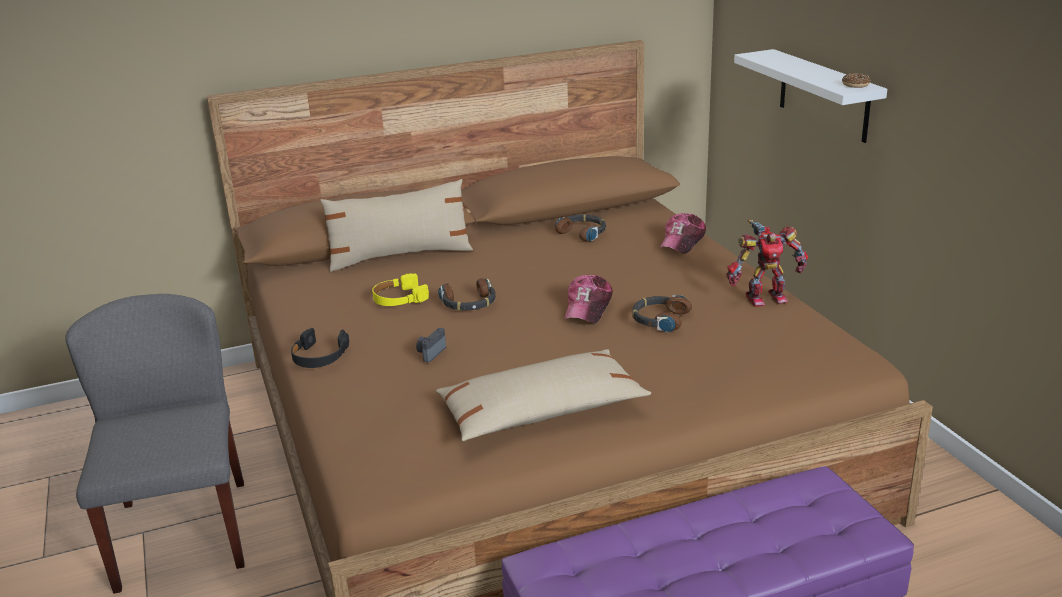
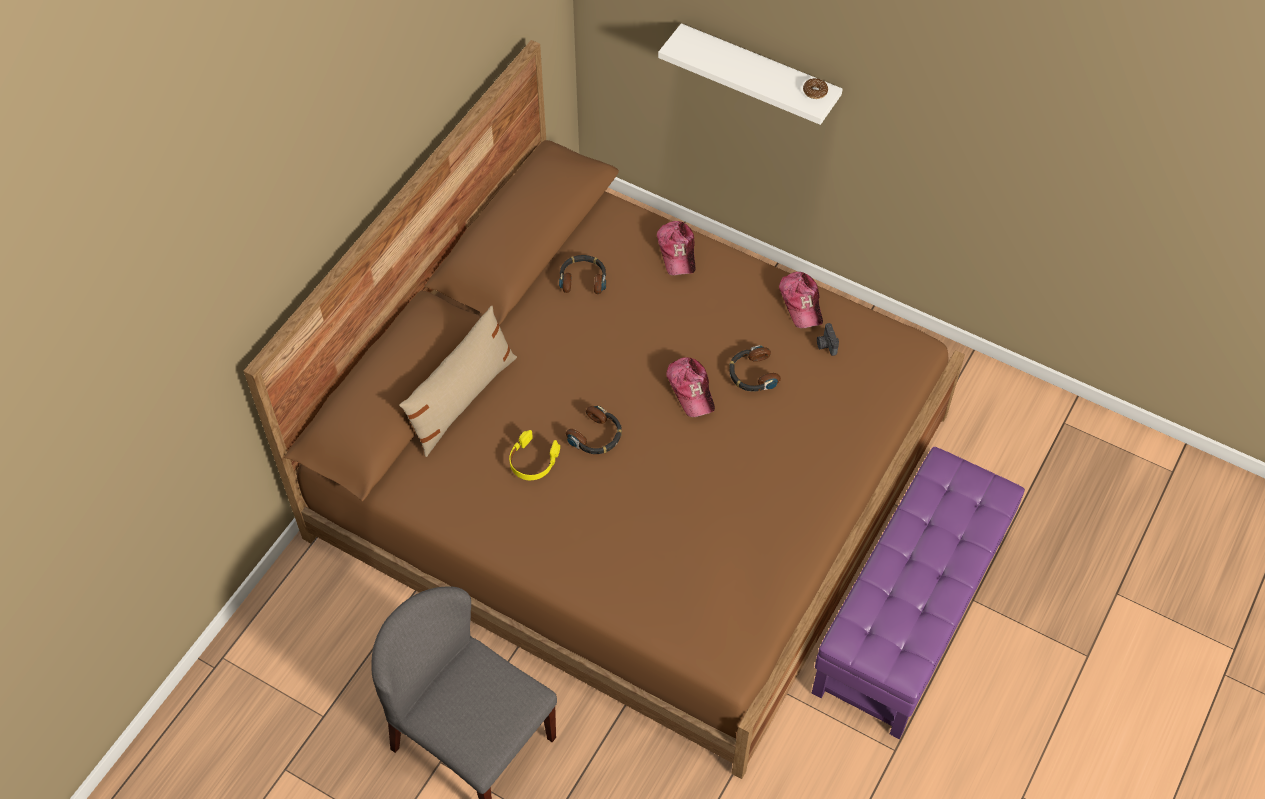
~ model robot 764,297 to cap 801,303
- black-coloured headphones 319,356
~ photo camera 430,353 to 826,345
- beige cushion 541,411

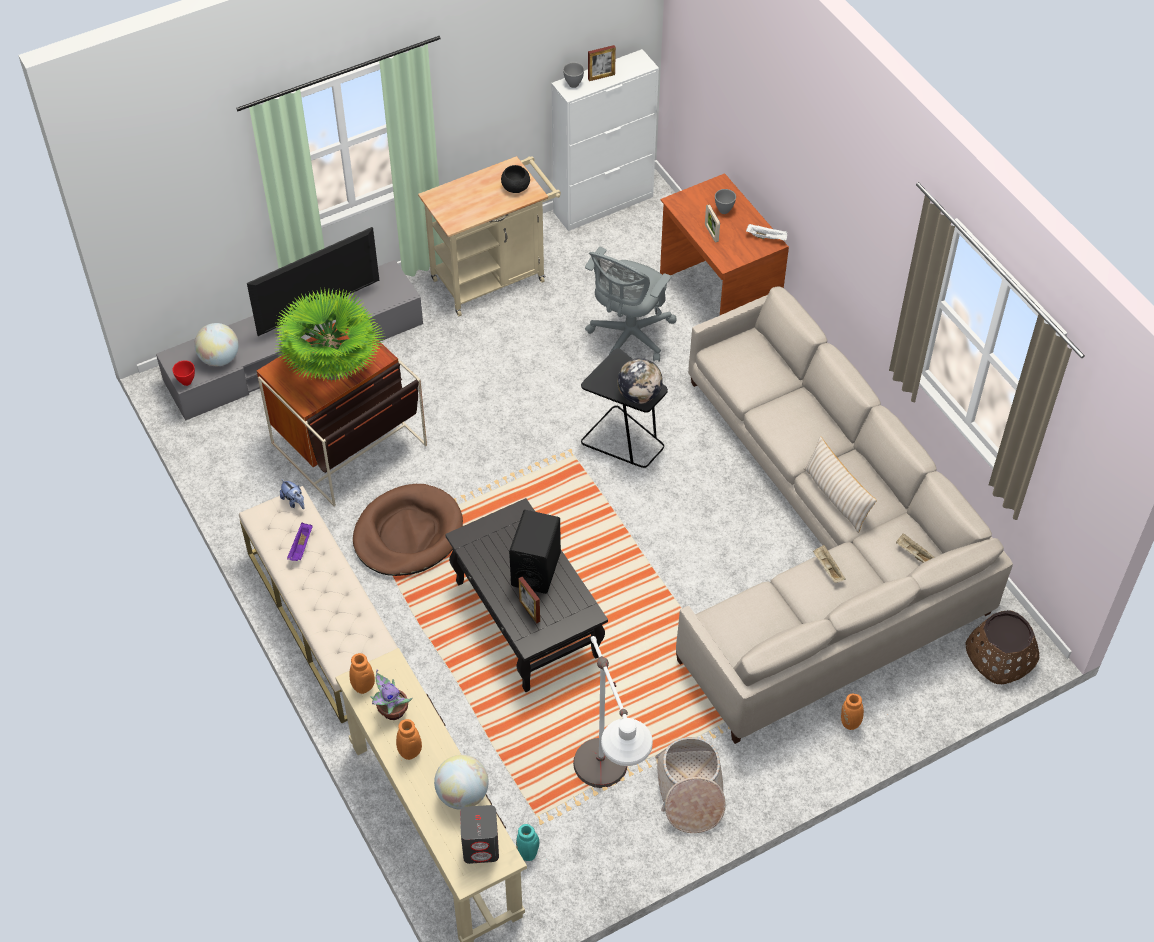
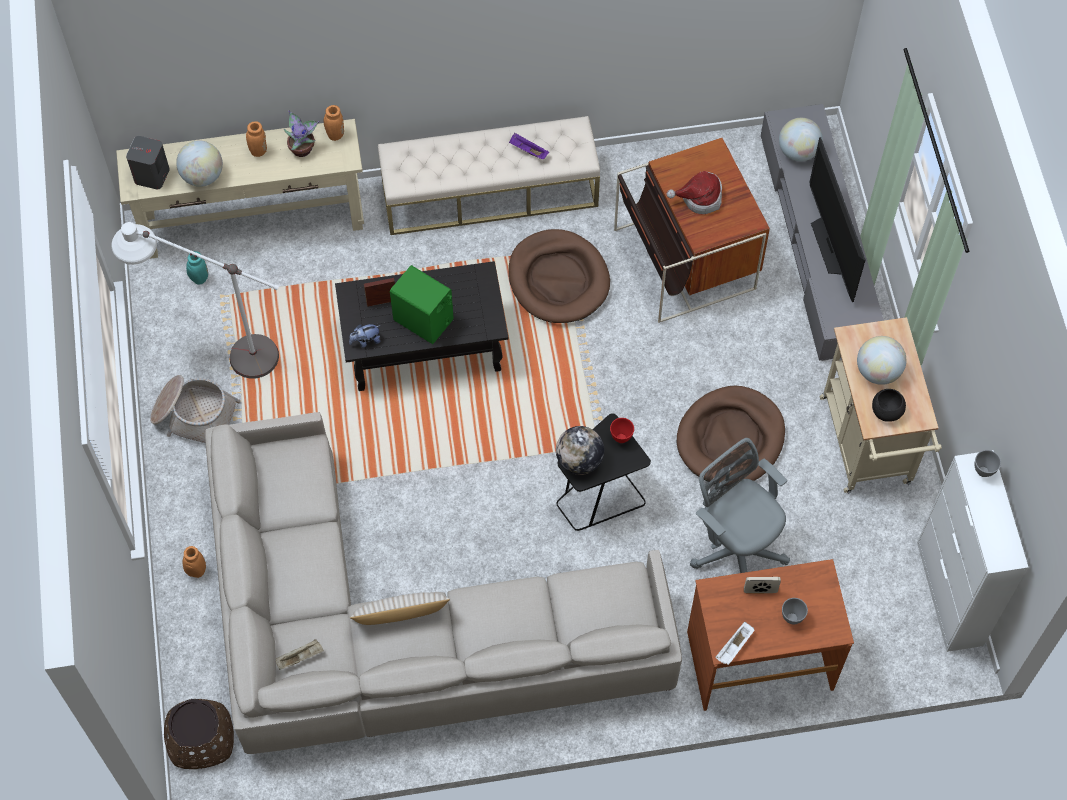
- photo frame 601,77
~ houseplant 334,369 to clothing hat 699,198
~ red bowl 186,381 to 621,437
~ plush toy 294,501 to 365,341
~ black-coloured audio speaker 536,569 to green audio speaker 423,320
- beige tray 827,568
+ desk globe 878,371
+ brown dog bed 730,439

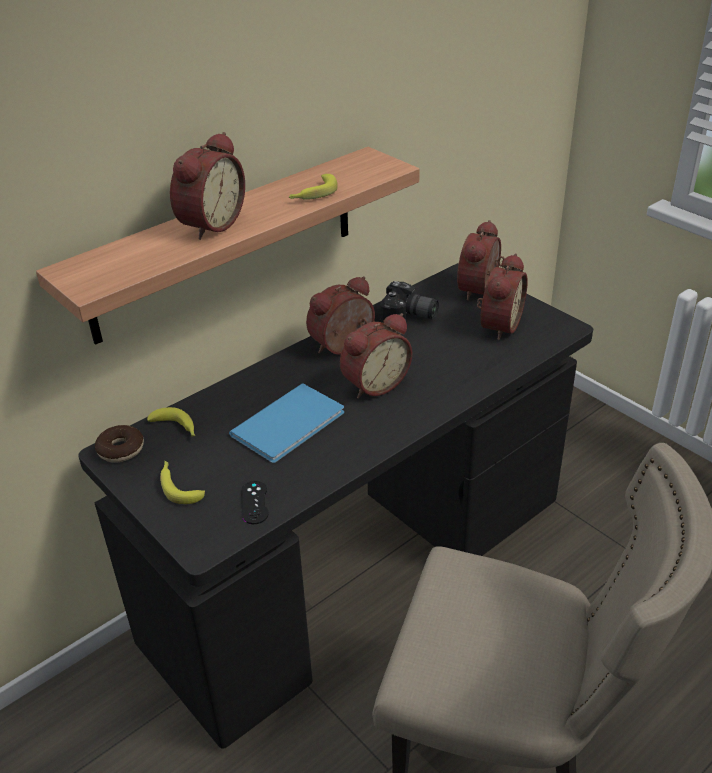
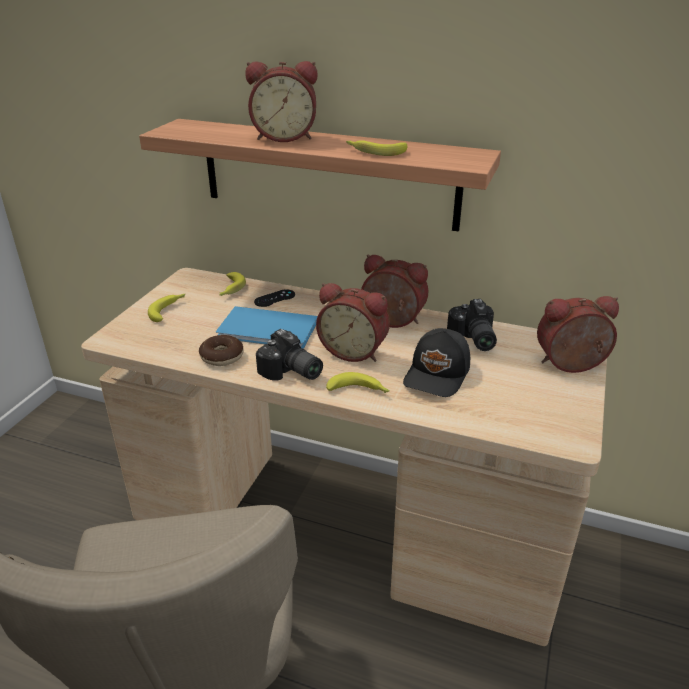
- alarm clock 497,325
~ black-coloured desk table 361,570 to beige desk table 345,528
~ doughnut 121,449 to 222,356
~ black-coloured gamepad 254,502 to 274,298
+ black-coloured cap 438,374
+ photo camera 291,373
+ banana fruit 359,391

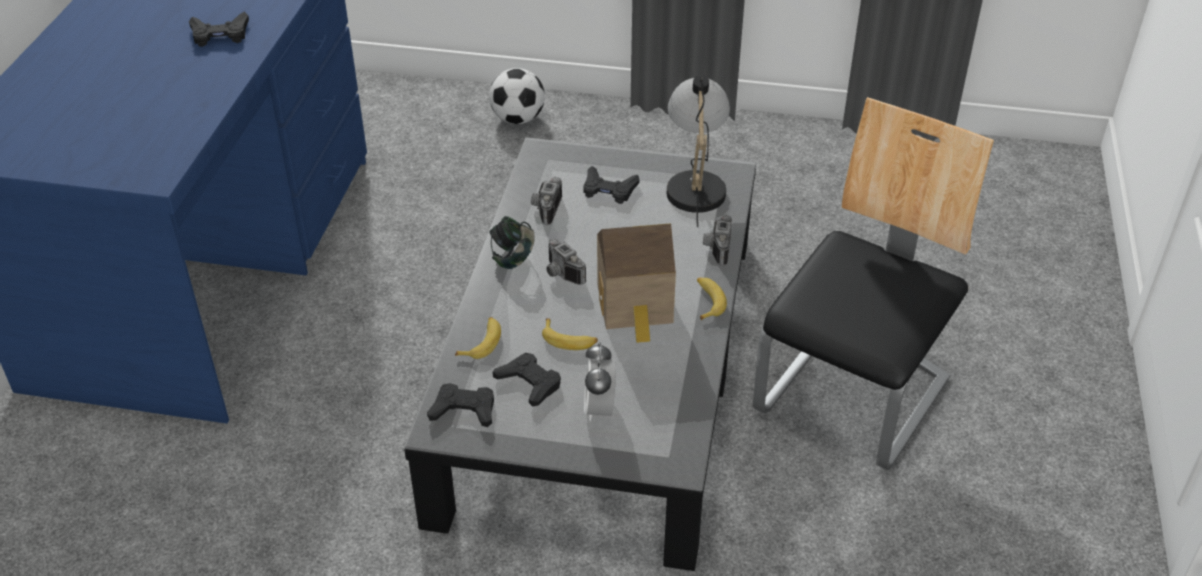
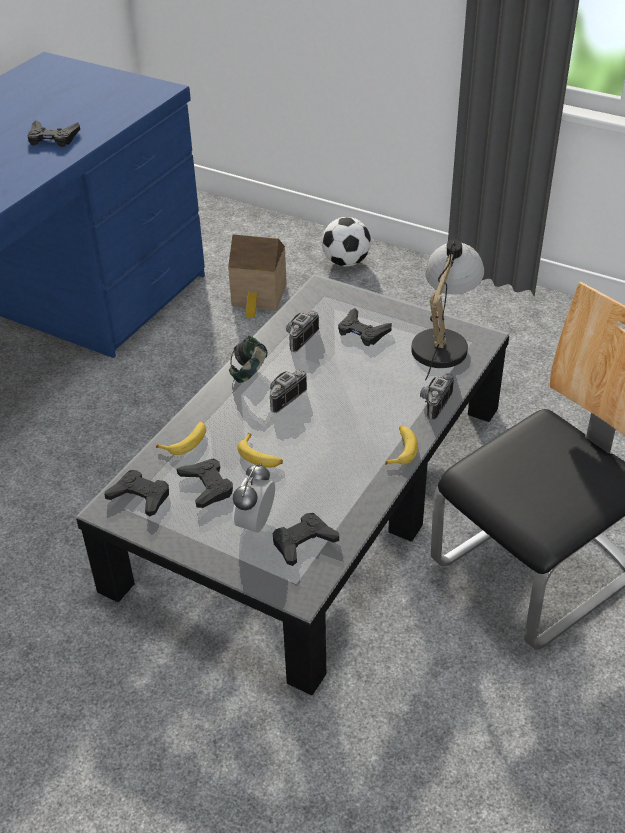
~ miniature house 636,306 to 259,297
~ photo camera 560,274 = 283,397 60 degrees clockwise
+ black-coloured gamepad 303,542

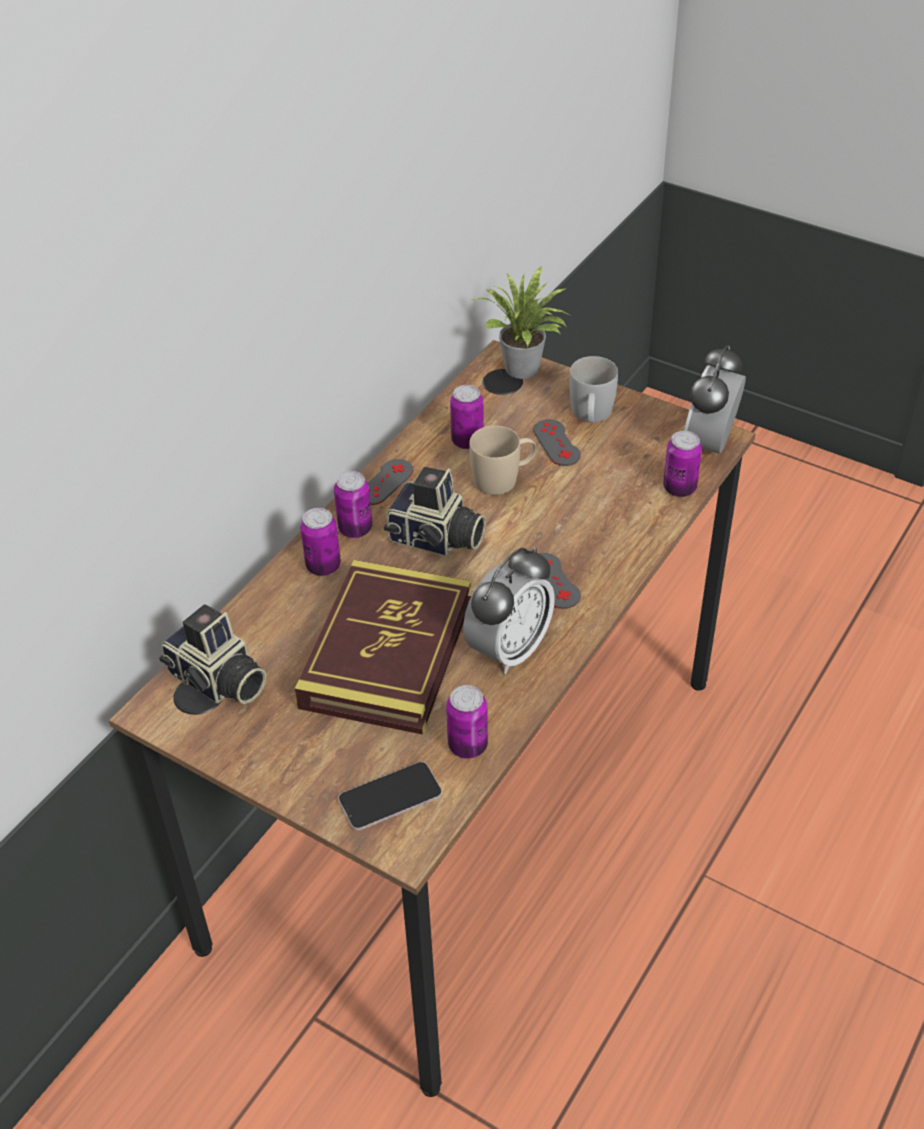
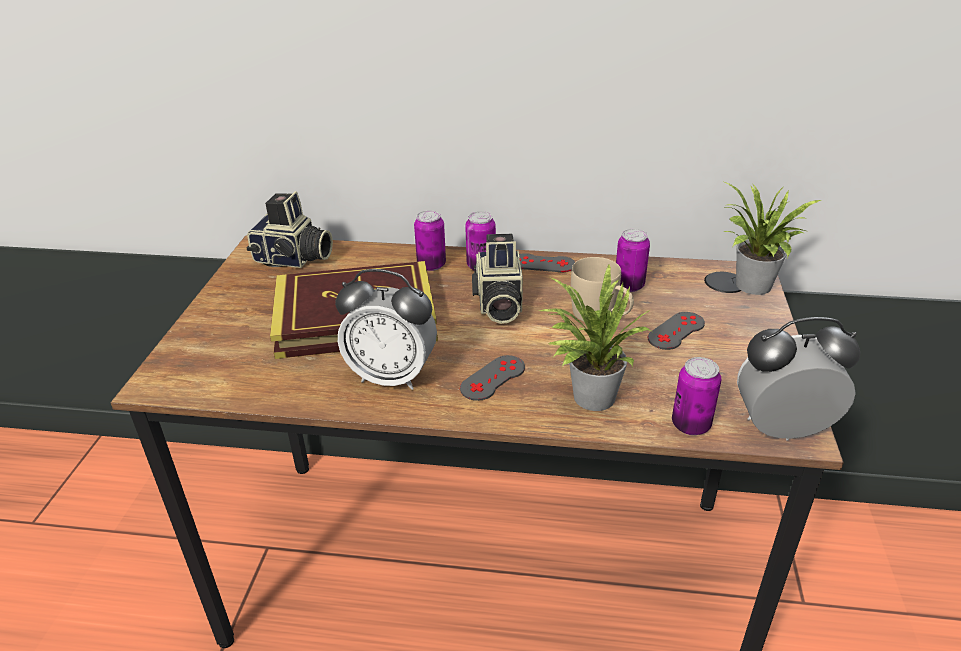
- white-coloured tea mug 591,416
~ photo camera 217,681 = 293,259 90 degrees counterclockwise
- can 467,746
- telephone 390,797
+ houseplant 588,397

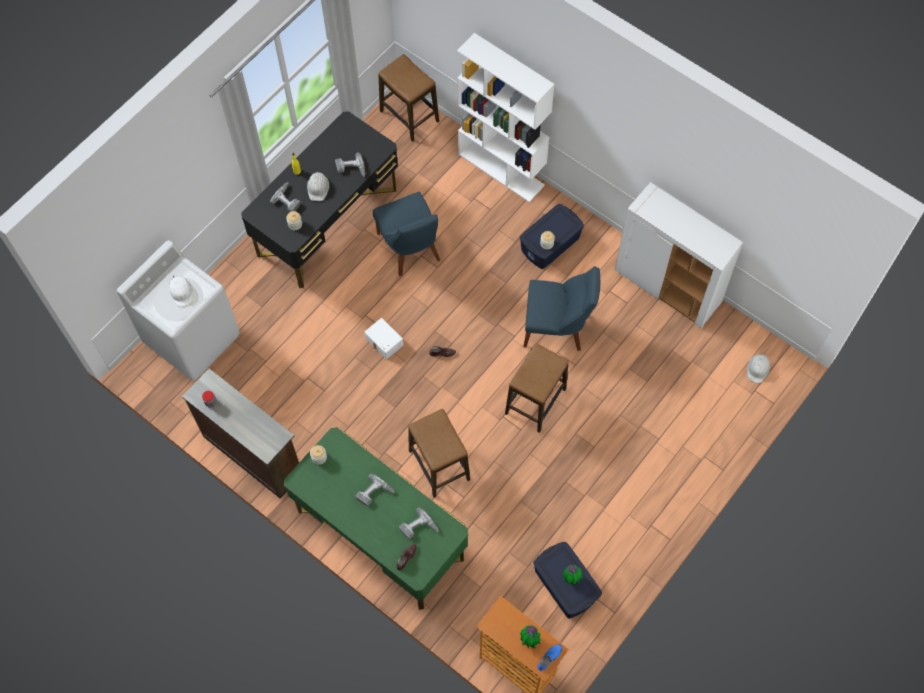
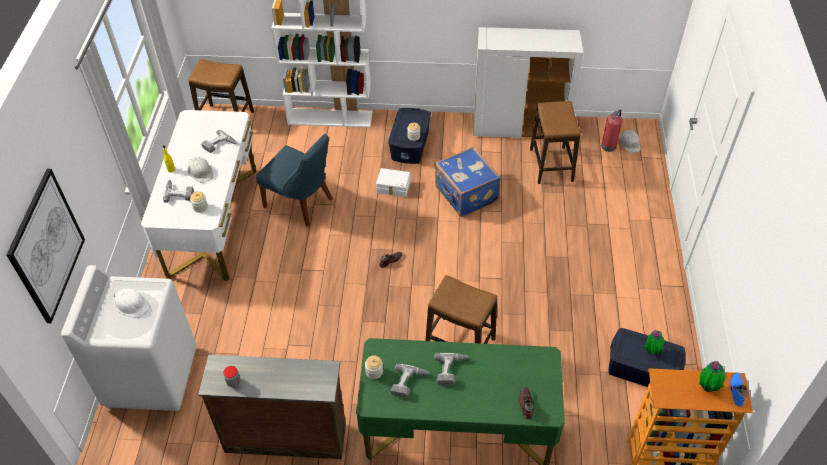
~ black-coloured desk table 327,222 to white-coloured desk table 213,221
~ bluish plain chair 557,328 to bluish piece of luggage 465,195
~ white-coloured storage box 383,342 to 393,188
~ stool seat 535,401 to 551,165
~ power drill 419,528 to 409,383
+ extinguisher 609,145
+ wall art 46,246

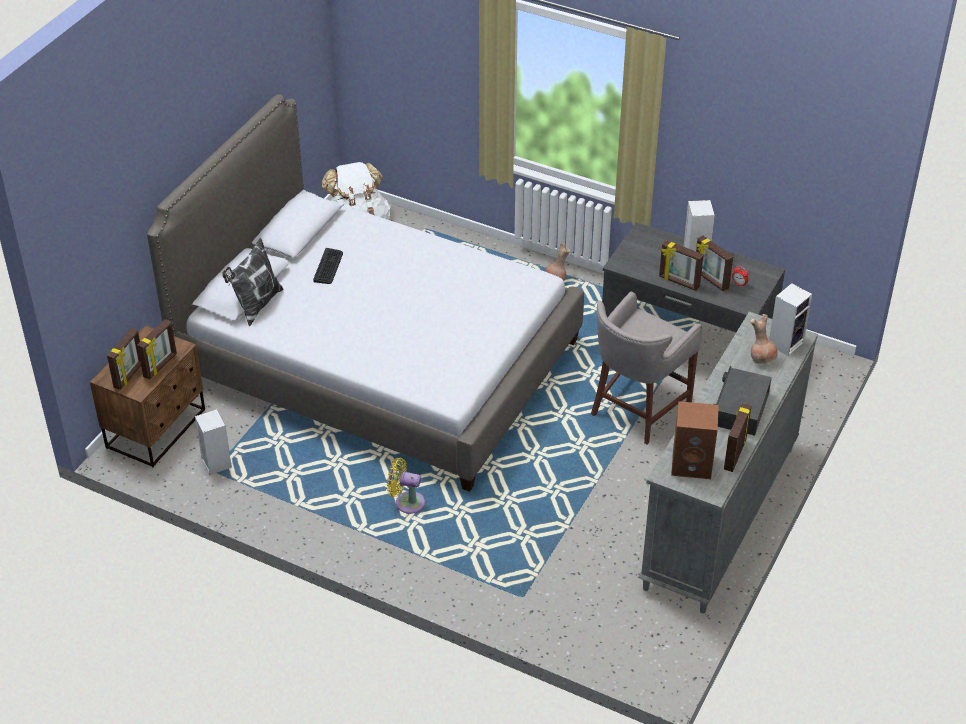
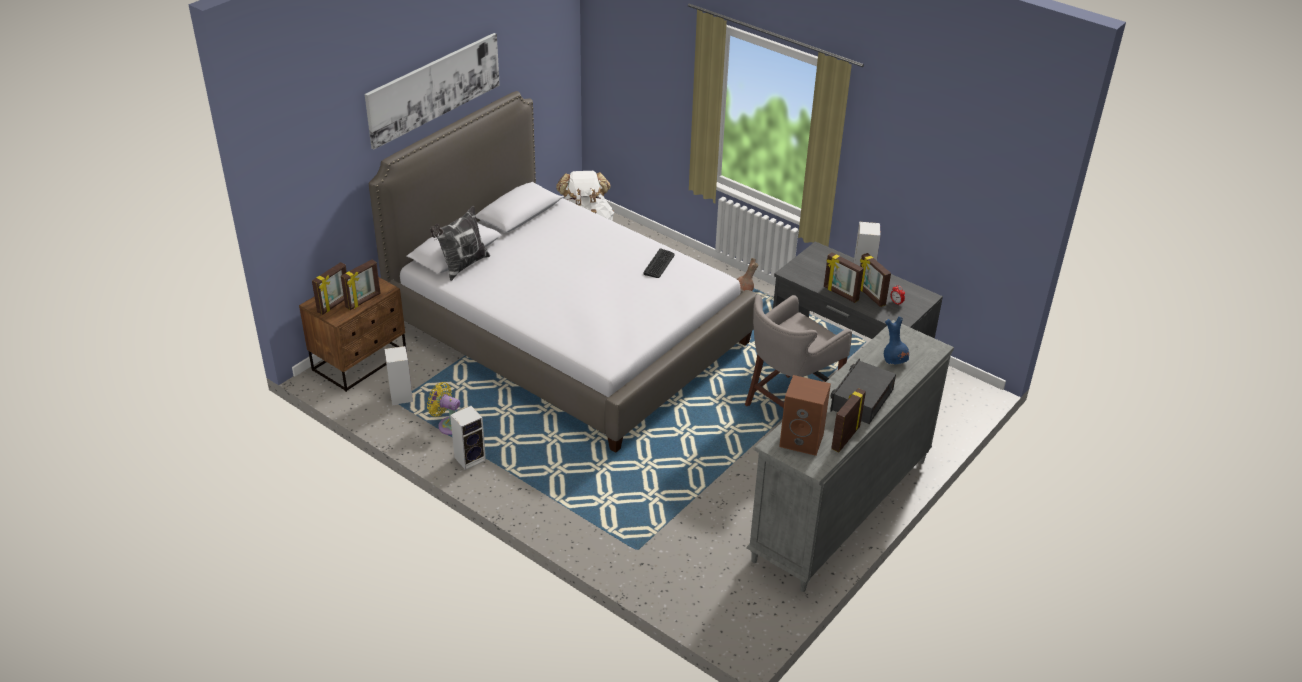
~ PC keyboard 328,267 to 659,264
~ audio speaker 786,343 to 470,458
~ brown flower vase 762,359 to bluish flower vase 894,361
~ yellow-coloured cooling fan 406,502 to 448,425
+ wall art 434,88

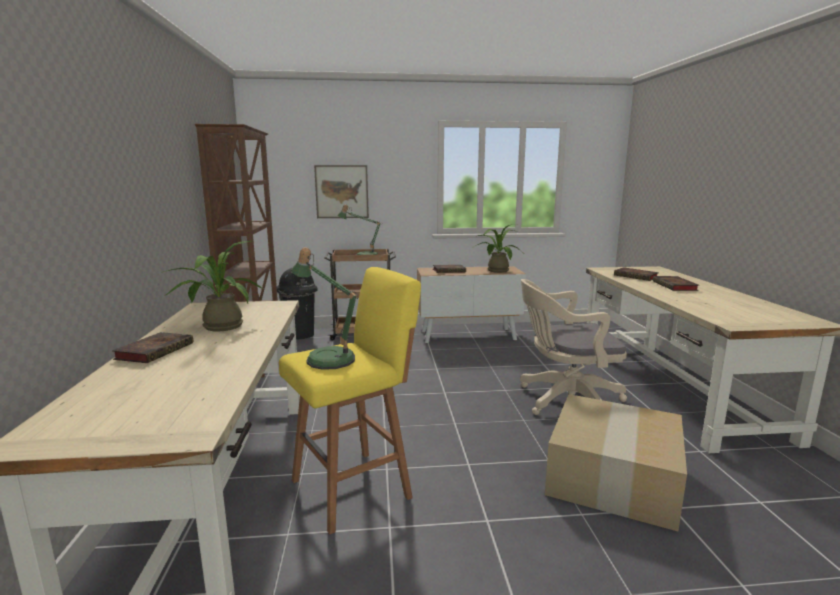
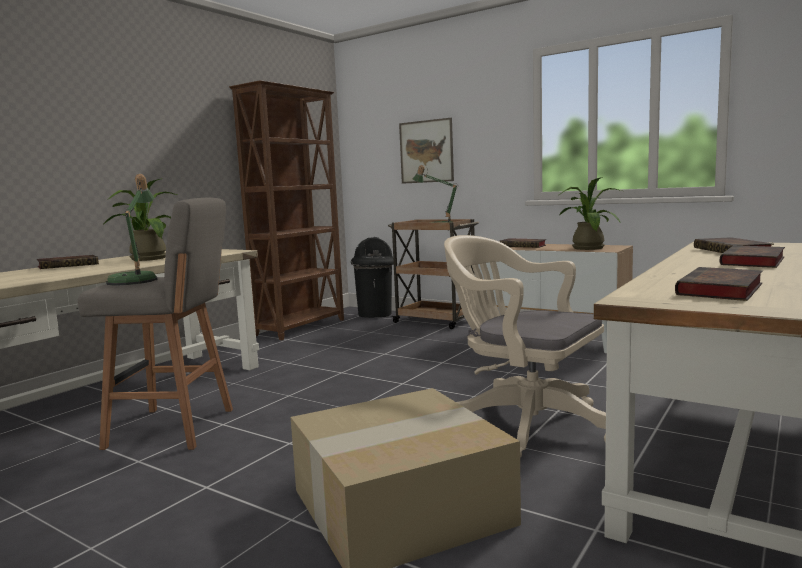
~ yellow-coloured stool seat 355,487 to grey stool seat 175,428
+ bound book 720,290

